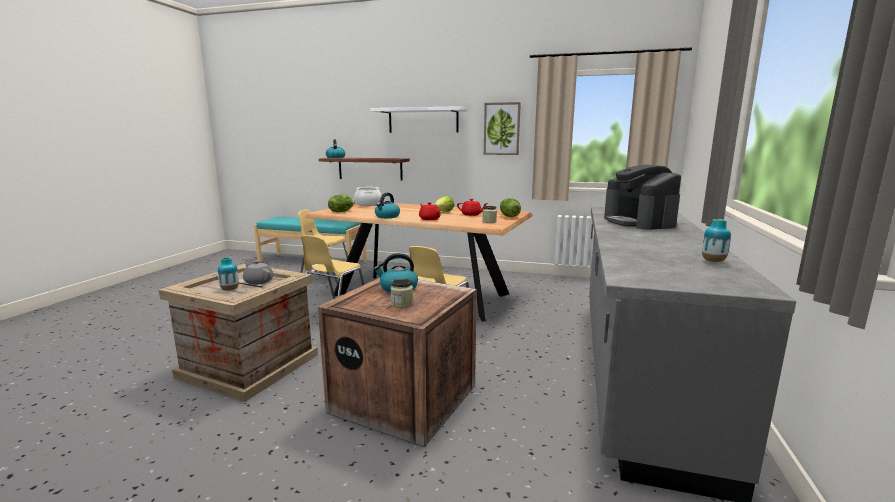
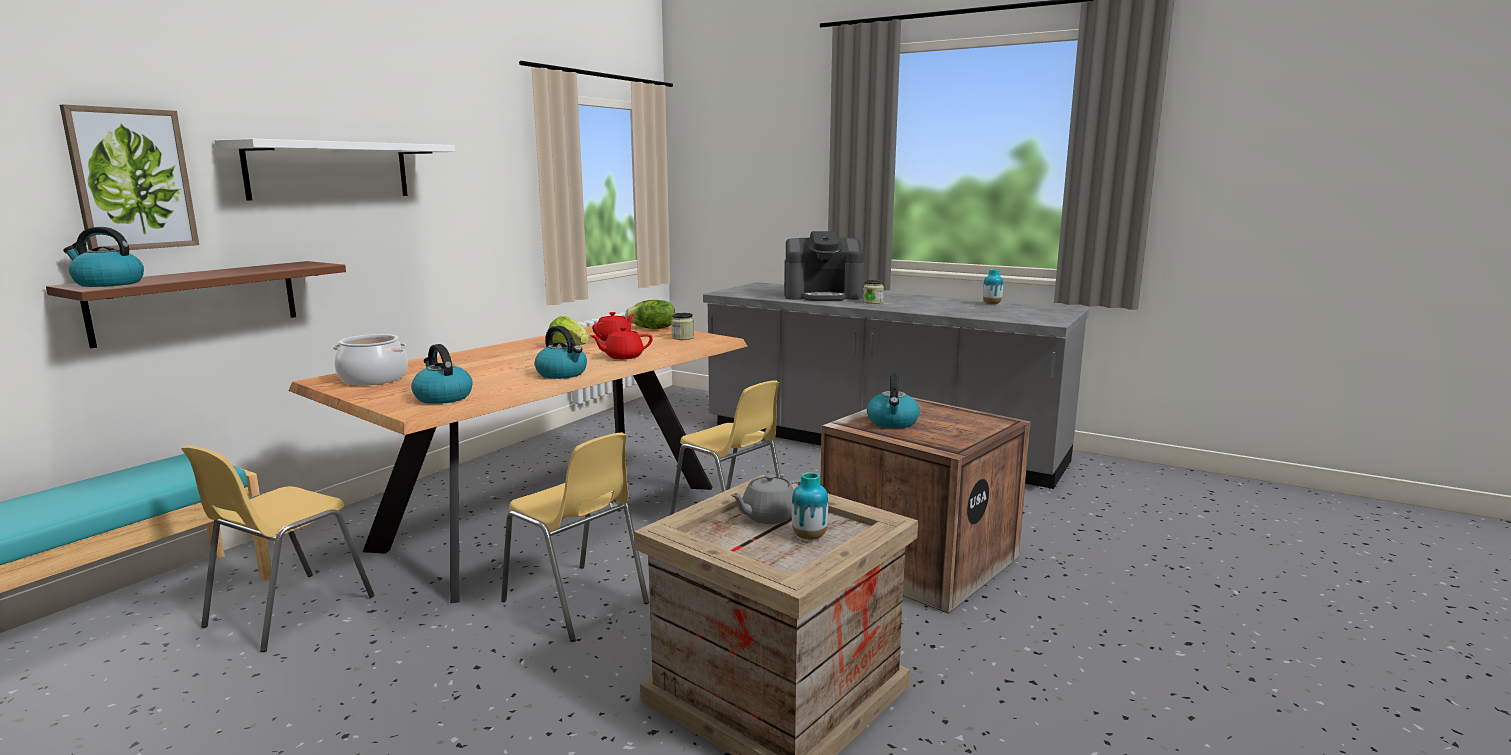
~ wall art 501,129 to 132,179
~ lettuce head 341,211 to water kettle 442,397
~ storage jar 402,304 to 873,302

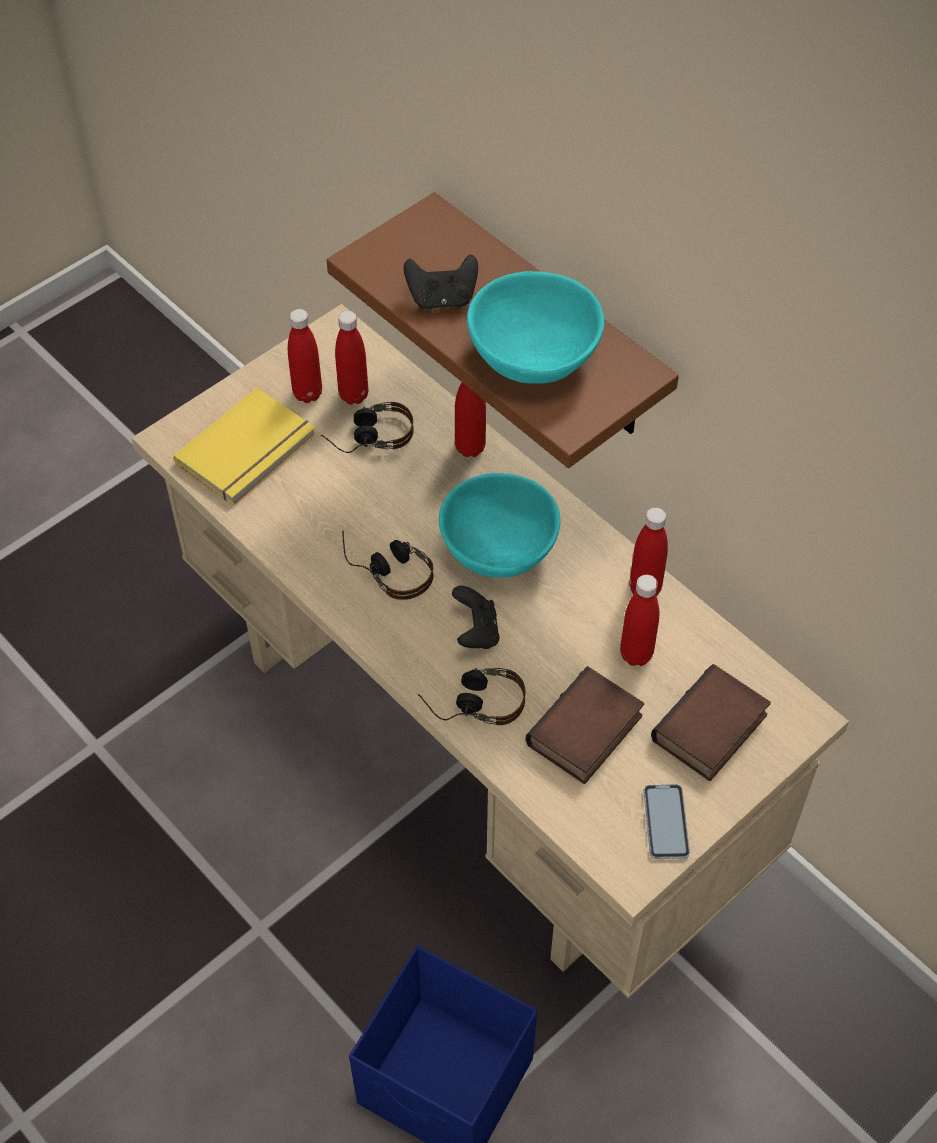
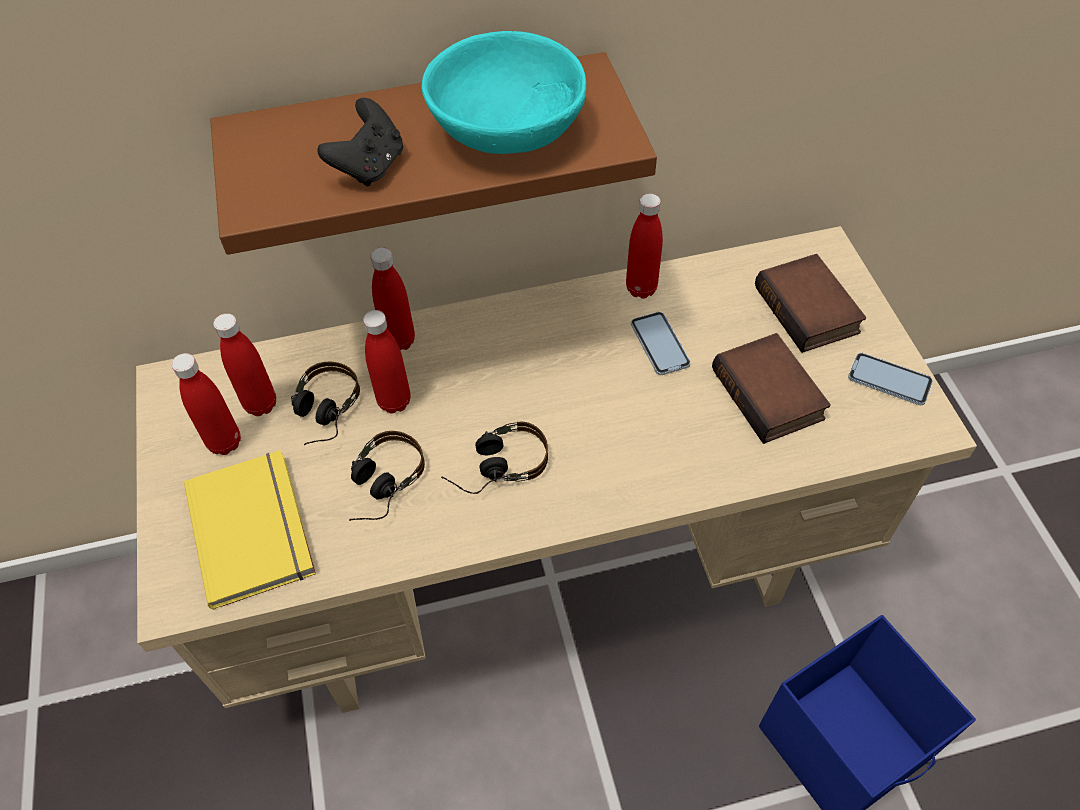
- turquoise-coloured bowl 498,549
~ red beverage bottle 636,654 to 394,402
- black-coloured gamepad 476,632
~ headphones 473,702 to 380,487
+ telephone 659,344

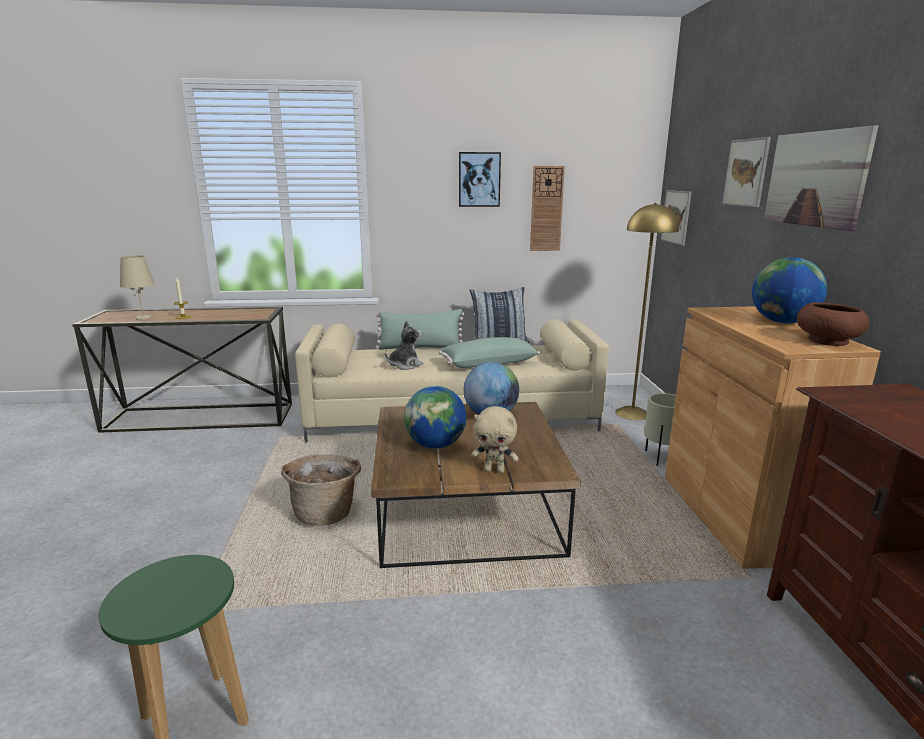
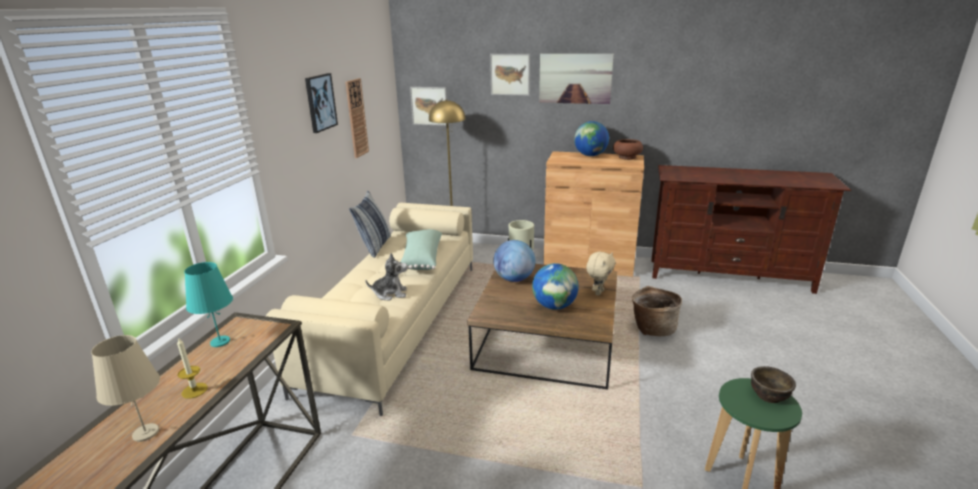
- green cushion 420,348
~ plush toy 405,365 = 390,294 105 degrees clockwise
~ household basket 326,512 to 652,328
+ turquoise-coloured lamp for a table 220,342
+ brown bowl 768,395

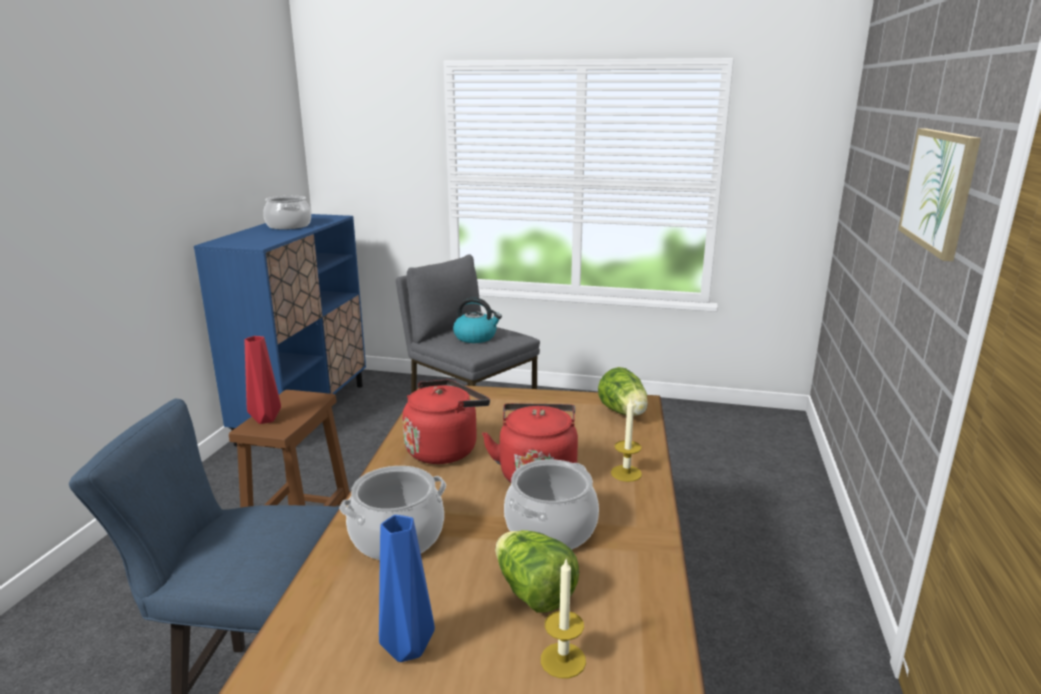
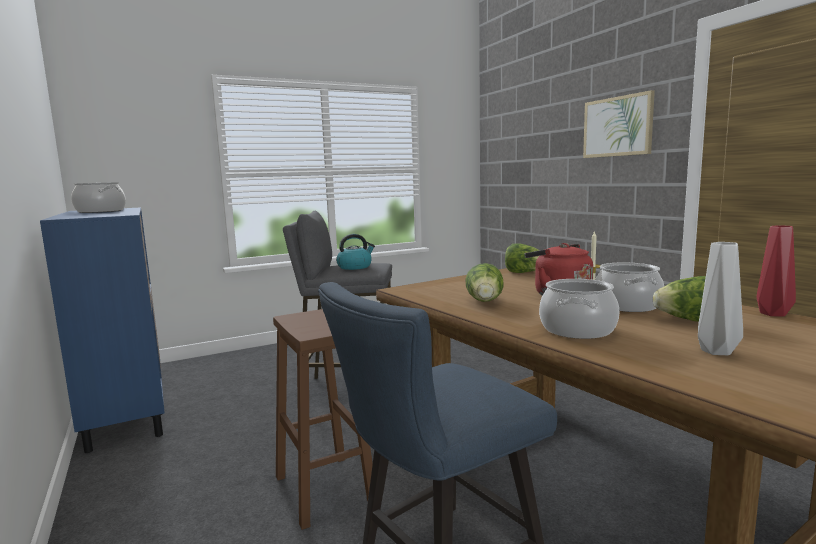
~ red flower vase 267,419 to 773,313
~ red water kettle 444,449 to lettuce head 485,302
~ bluish flower vase 408,647 to grey flower vase 714,351
- wax candle 563,660

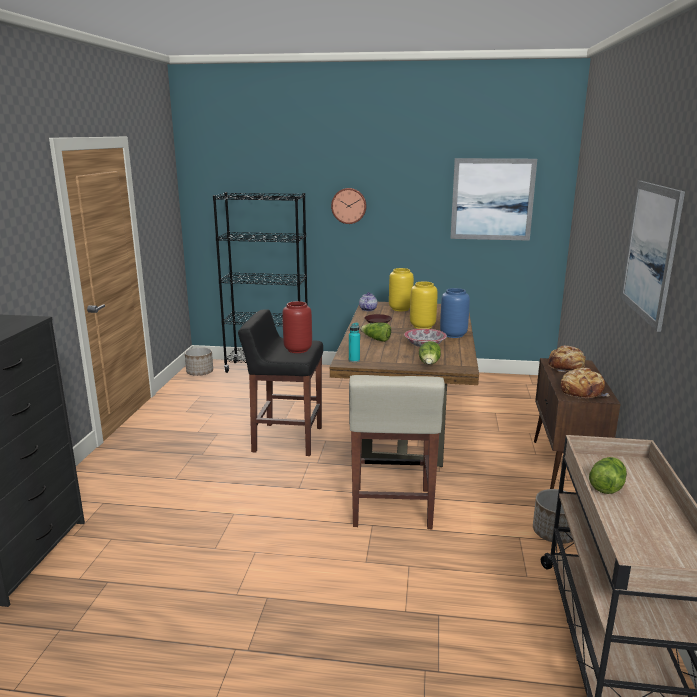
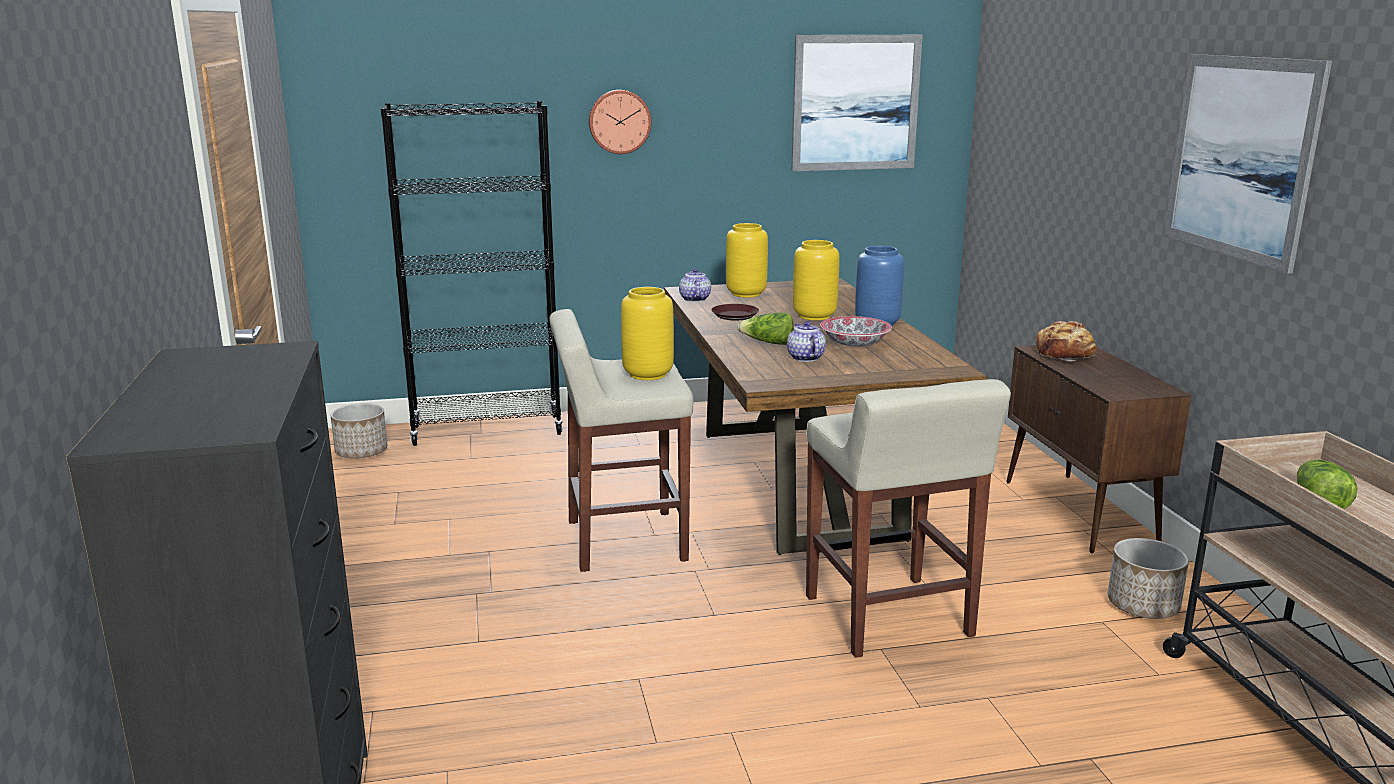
~ red flower vase 297,350 to yellow-coloured flower vase 648,375
~ black-coloured stool seat 286,439 to beige stool seat 623,541
- turquoise-coloured beverage bottle 354,360
- lettuce head 429,364
- bakery bread 582,391
+ tea pot 804,358

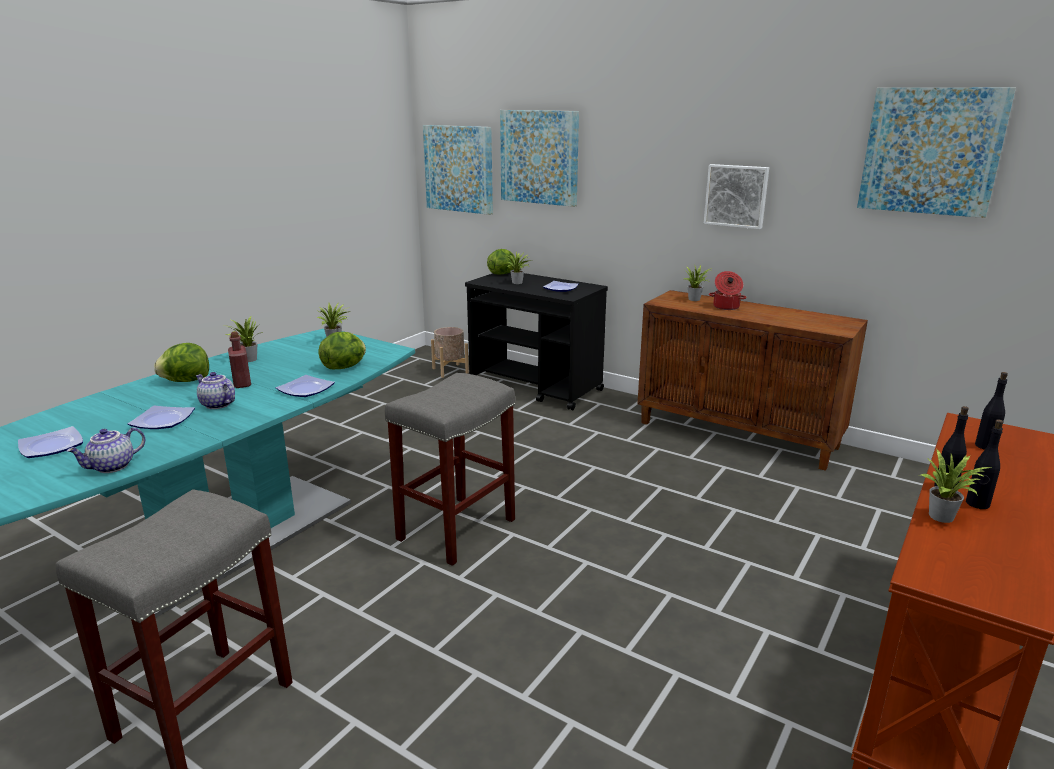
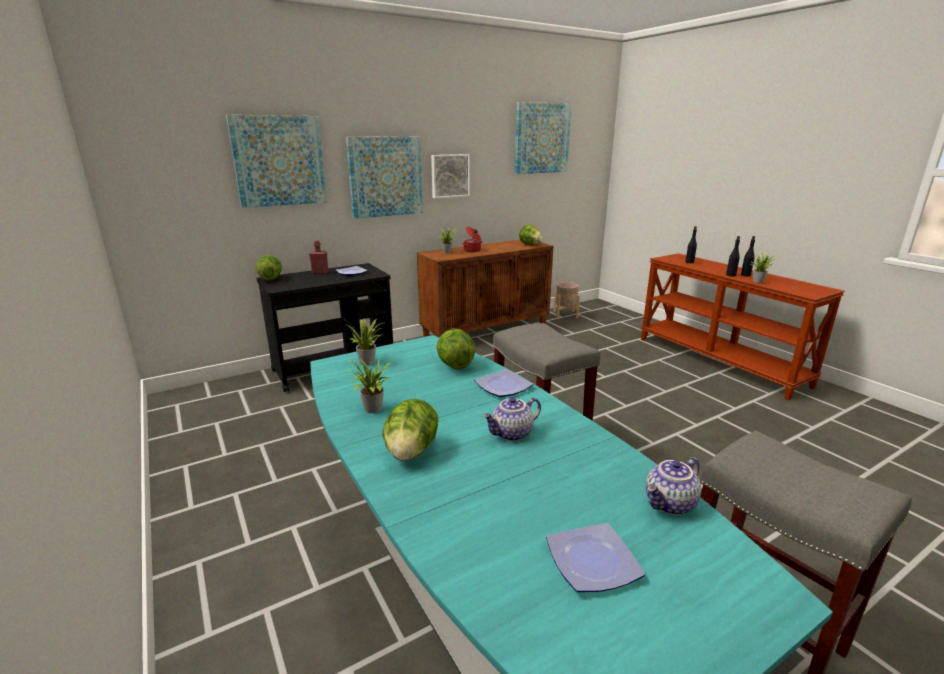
~ wall art 459,169 to 385,176
- houseplant 518,283
~ beige planter 450,370 to 565,314
~ red beverage bottle 242,383 to 320,273
- dinner plate 164,420
~ tea pot 112,467 = 670,504 75 degrees clockwise
+ lettuce head 530,245

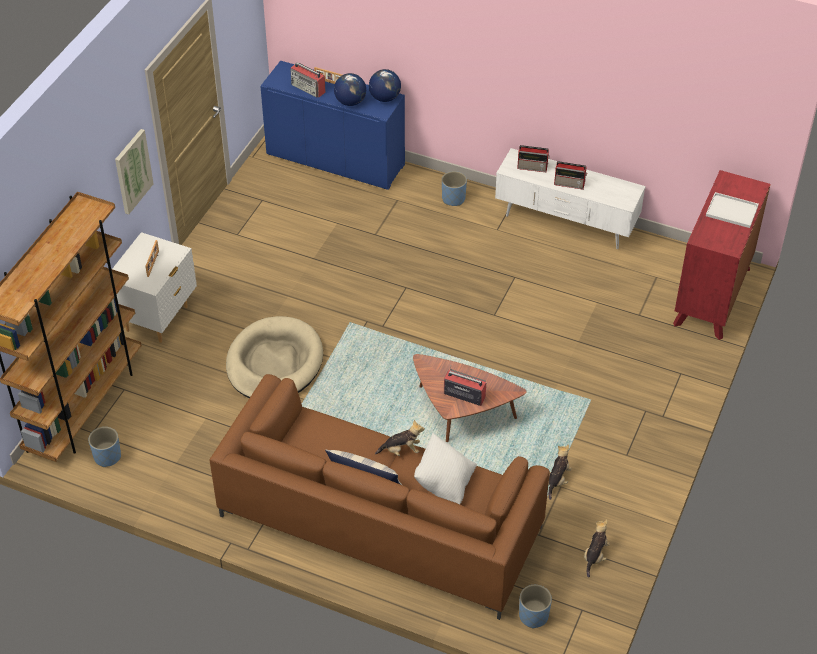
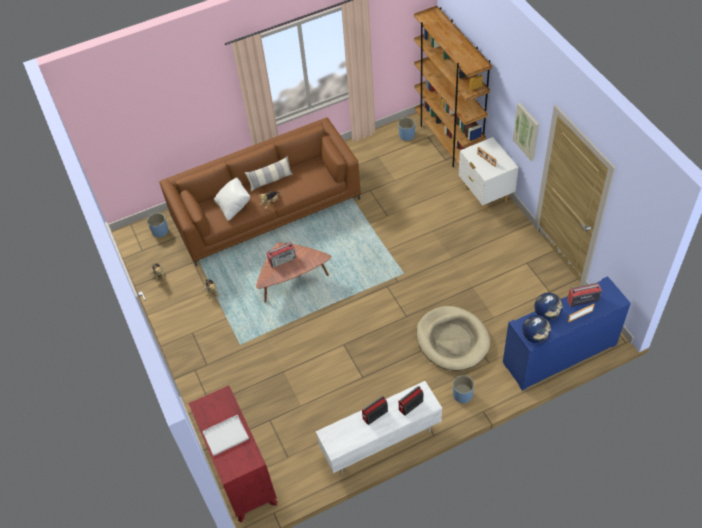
~ beige dog bed 274,363 to 452,340

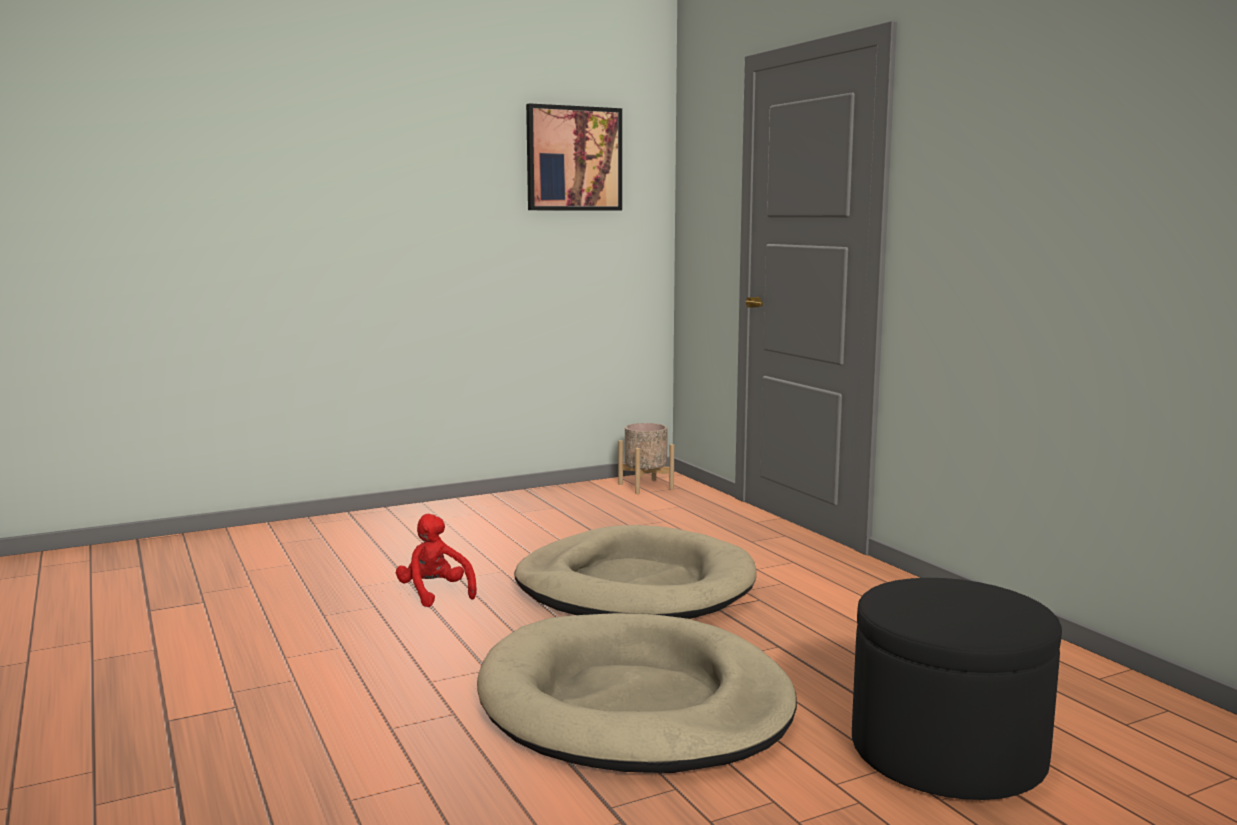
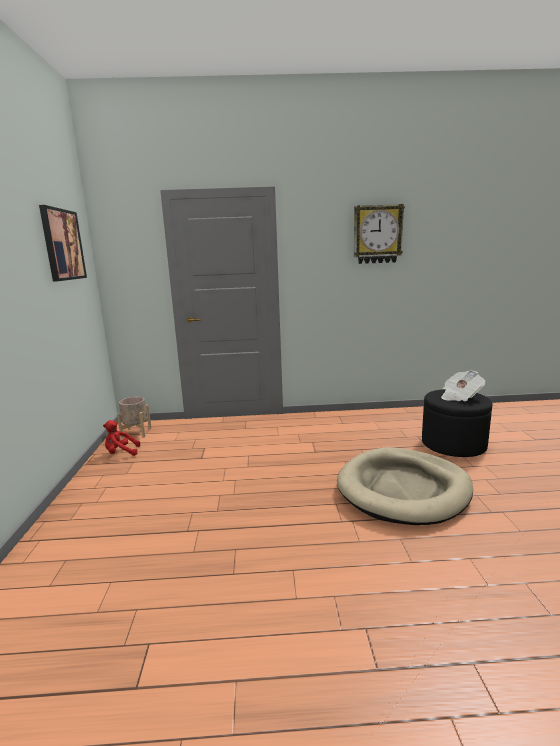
~ red plush toy 435,594 to 121,453
- beige dog bed 635,586
+ hanging clock 377,234
+ printed paper 460,396

